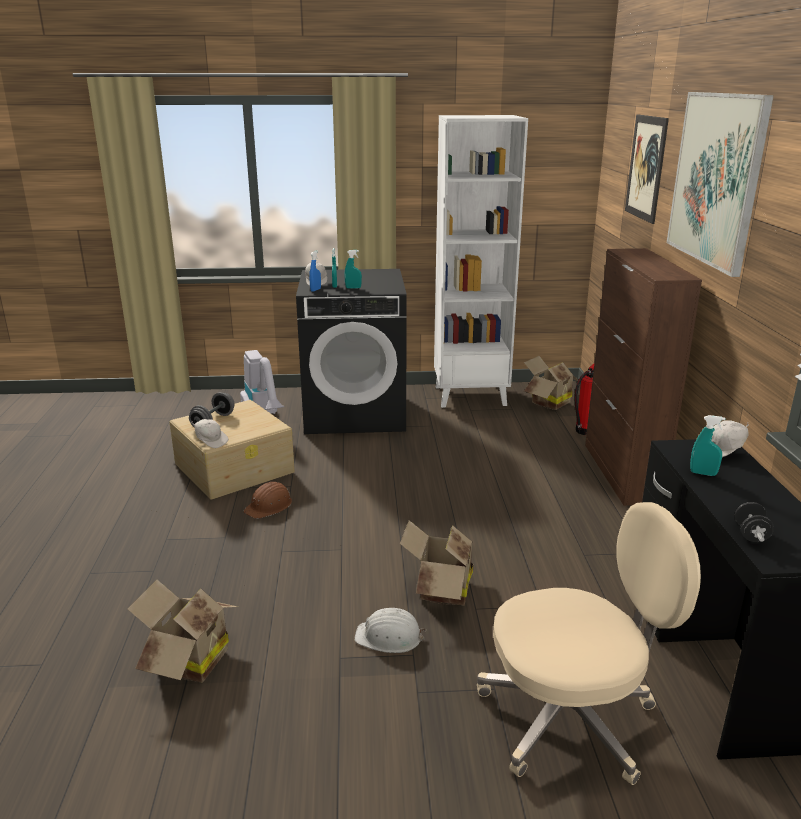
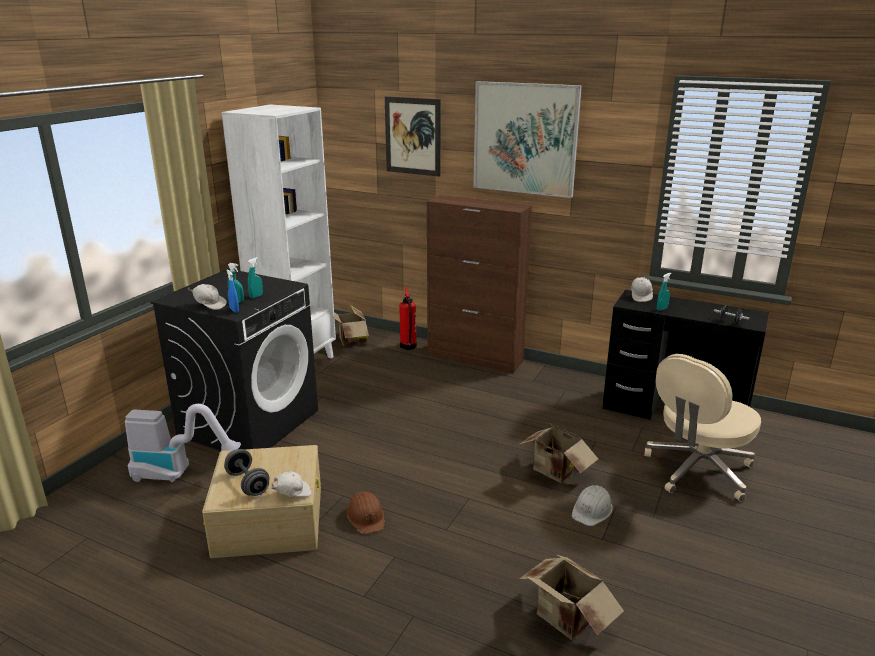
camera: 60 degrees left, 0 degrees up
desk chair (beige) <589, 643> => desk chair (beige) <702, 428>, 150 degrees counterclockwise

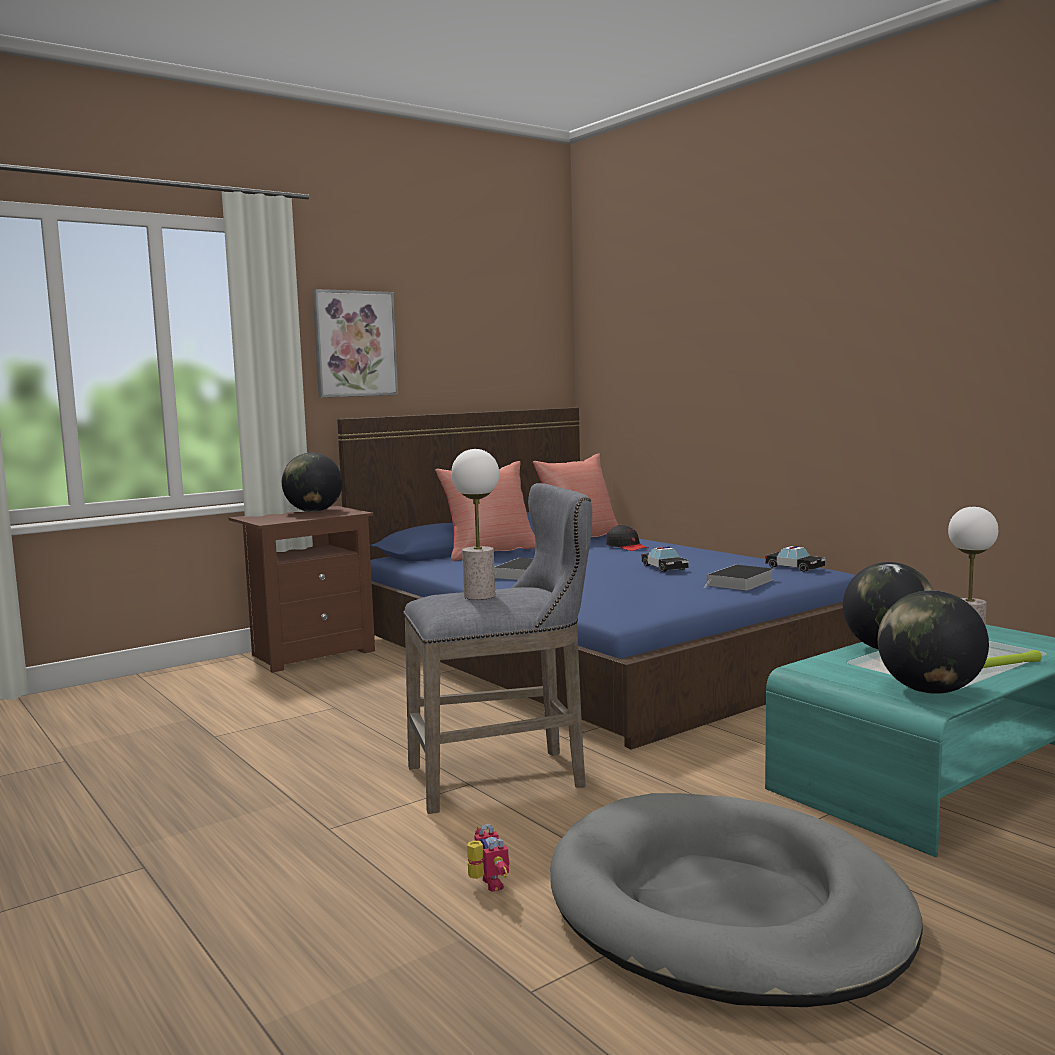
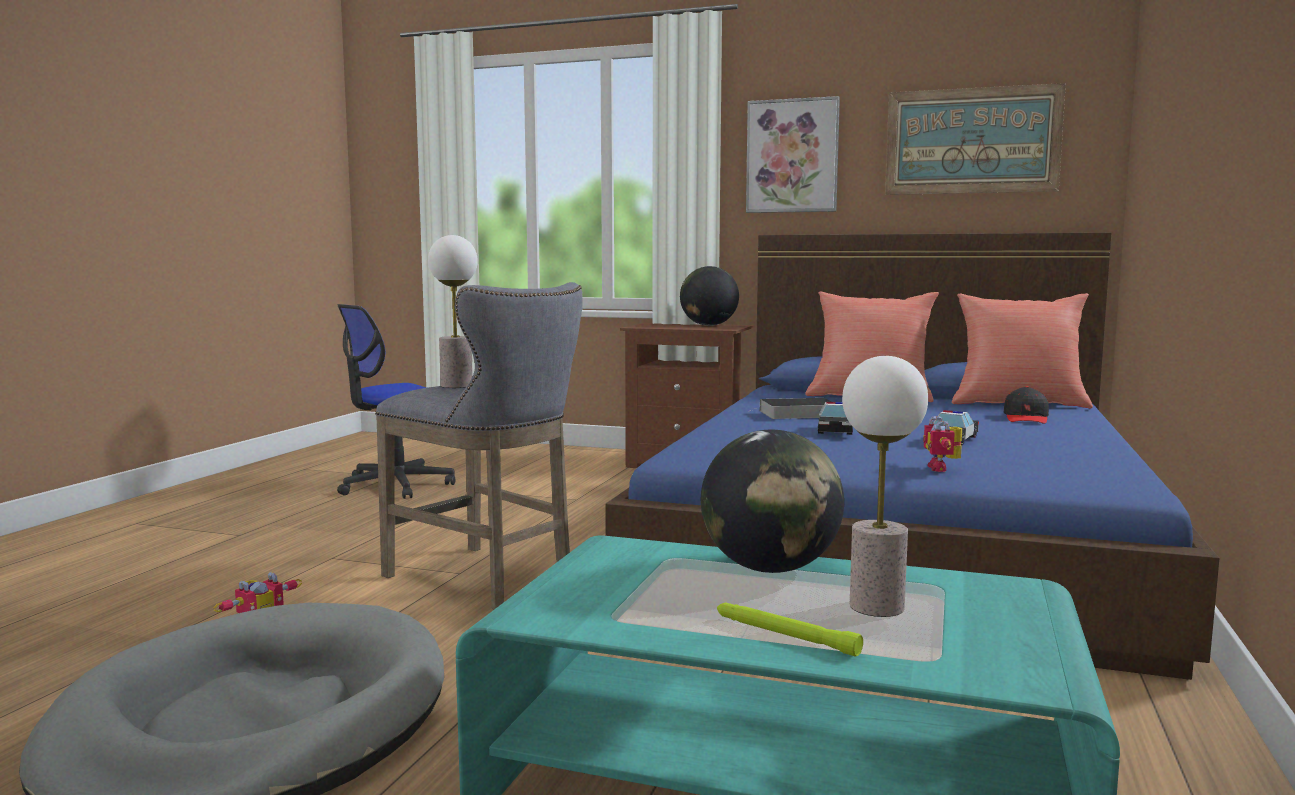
camera: 55 degrees right, 0 degrees up
volume <738, 578> => toy robot <942, 444>
model car <795, 559> => model car <835, 418>, moved
world globe <933, 642> => nothing
nothing => desk chair <396, 401>
nothing => wall art <975, 139>

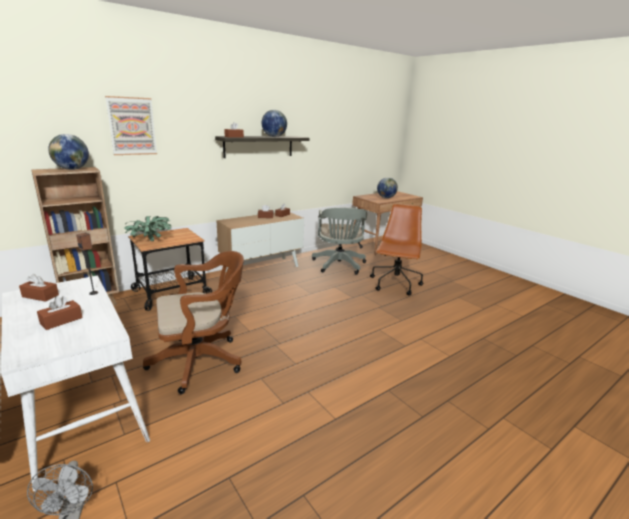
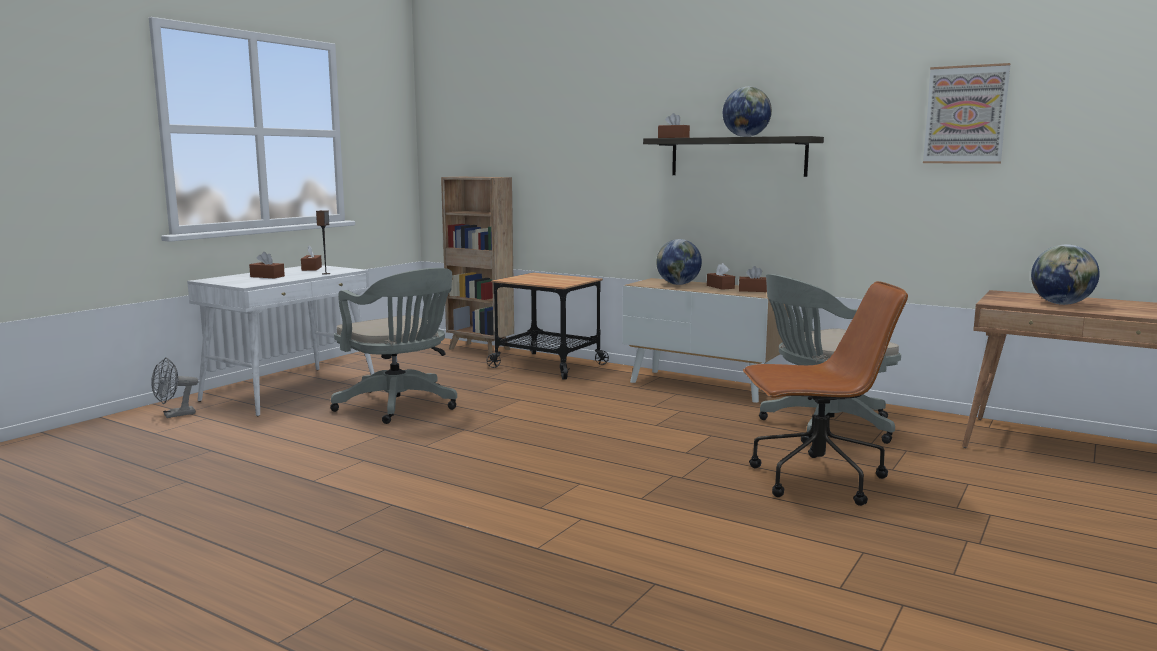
camera: 70 degrees right, 10 degrees down
world globe <68, 152> => world globe <679, 262>, moved
wall art <131, 125> => wall art <967, 113>, moved
potted plant <147, 228> => nothing
desk chair (brownish) <193, 322> => desk chair (grey) <393, 346>

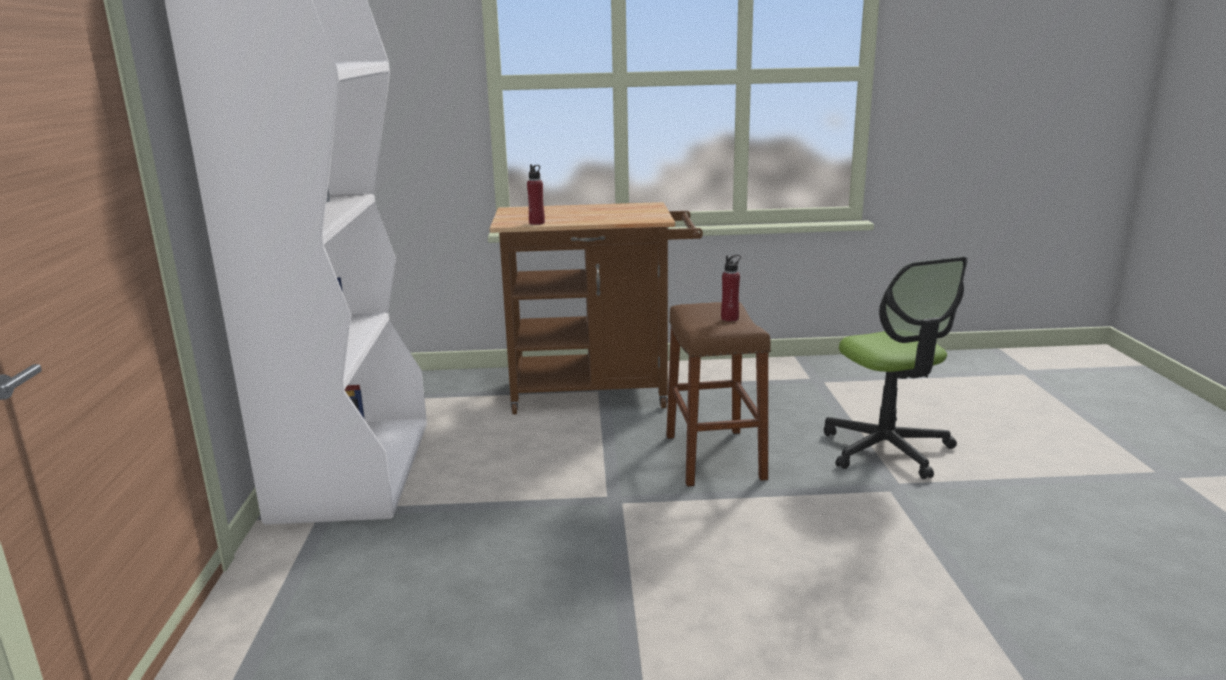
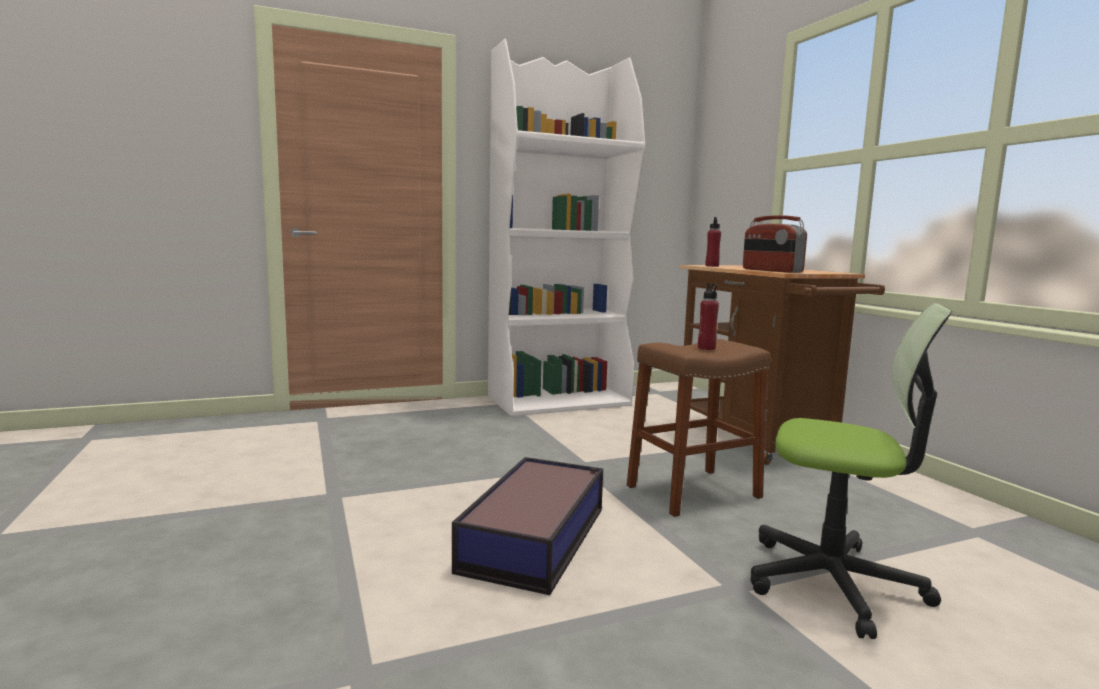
camera: 70 degrees right, 10 degrees down
desk chair <896, 368> => desk chair <851, 471>, 120 degrees counterclockwise
nothing => storage container <527, 526>
nothing => radio receiver <775, 244>

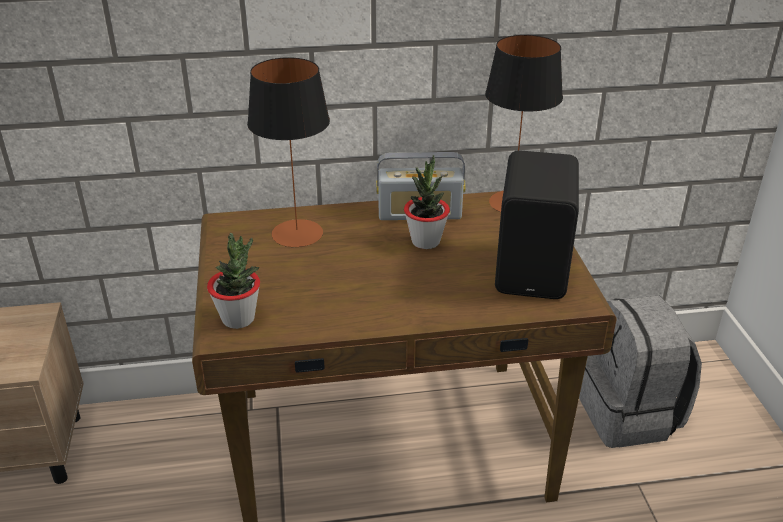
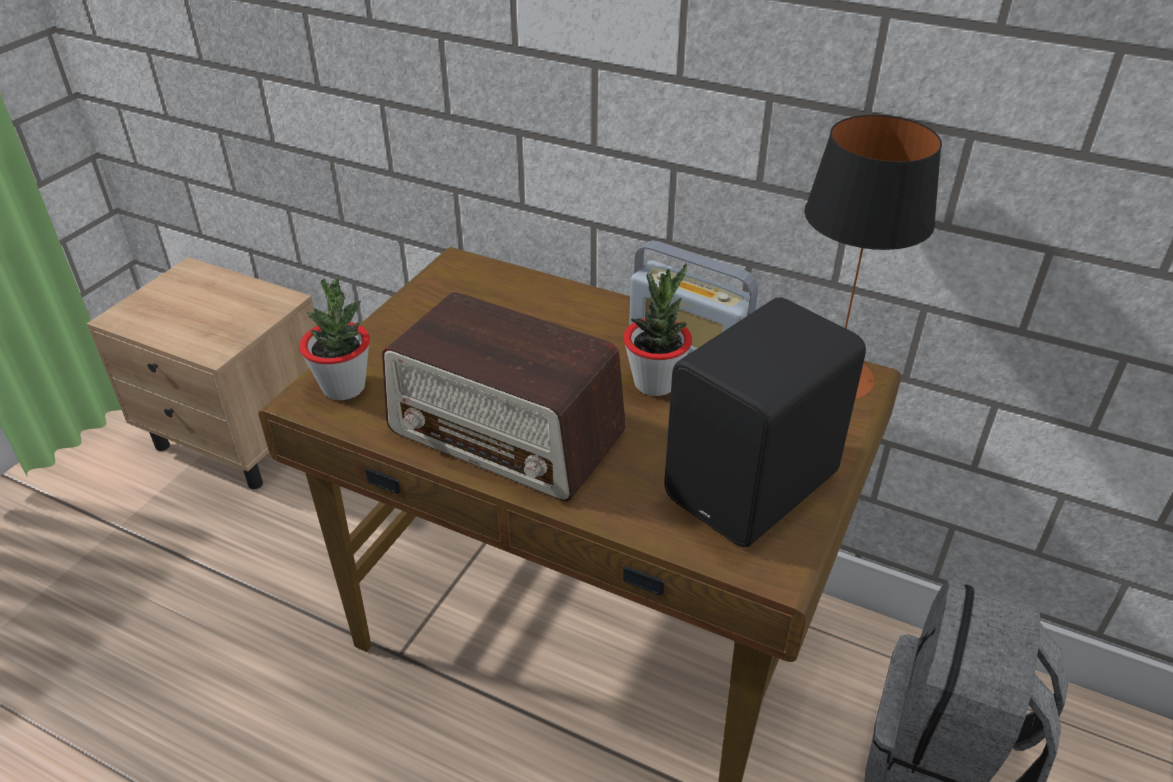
camera: 35 degrees right, 5 degrees up
lamp for a table <288, 152> => nothing
nothing => radio receiver <504, 396>

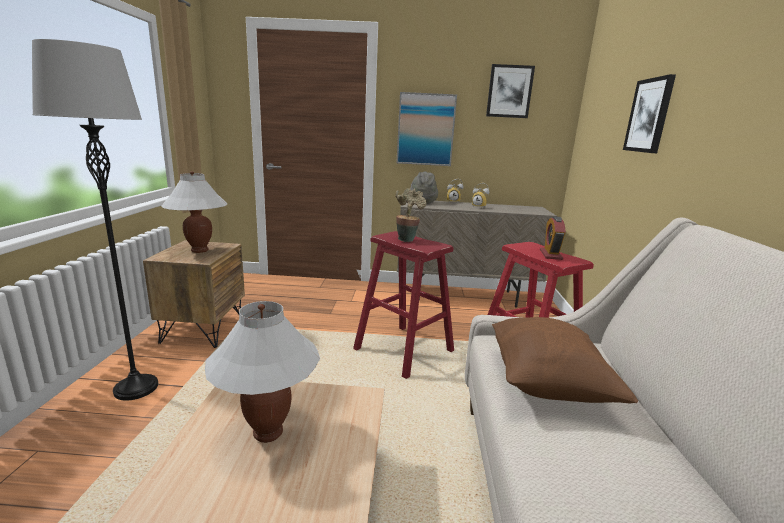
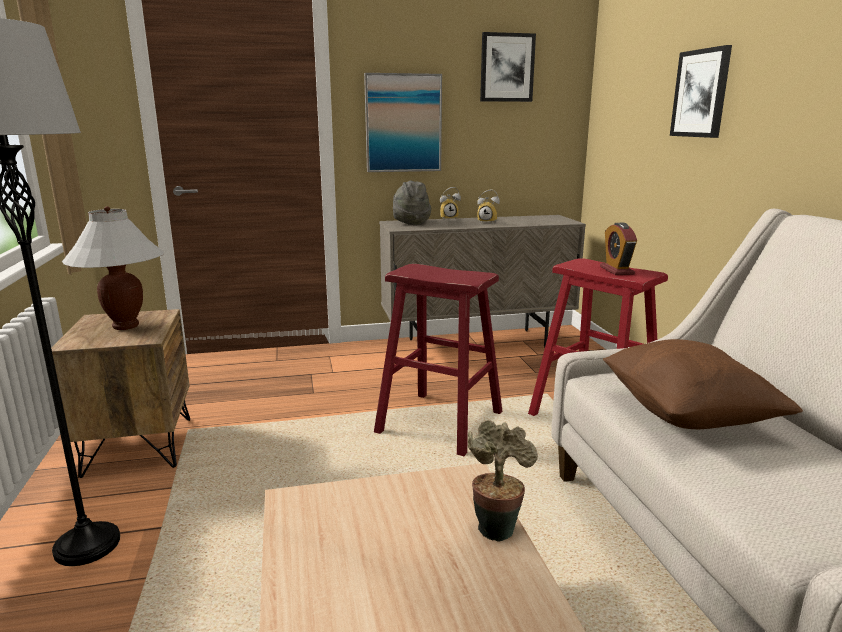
camera: 15 degrees left, 0 degrees up
lamp for a table (white) <262, 372> => nothing
potted plant <410, 215> => potted plant <503, 481>, moved

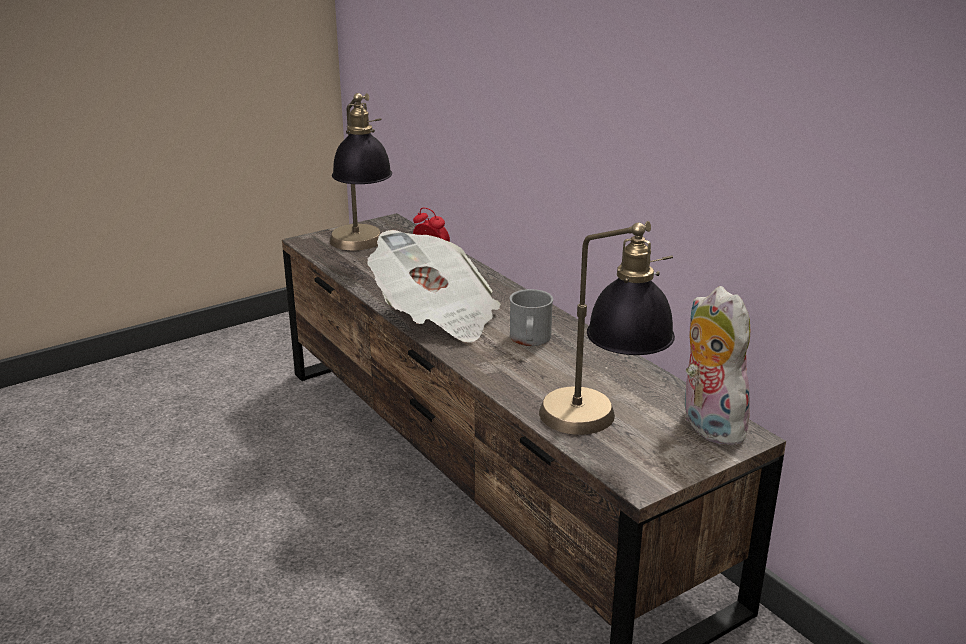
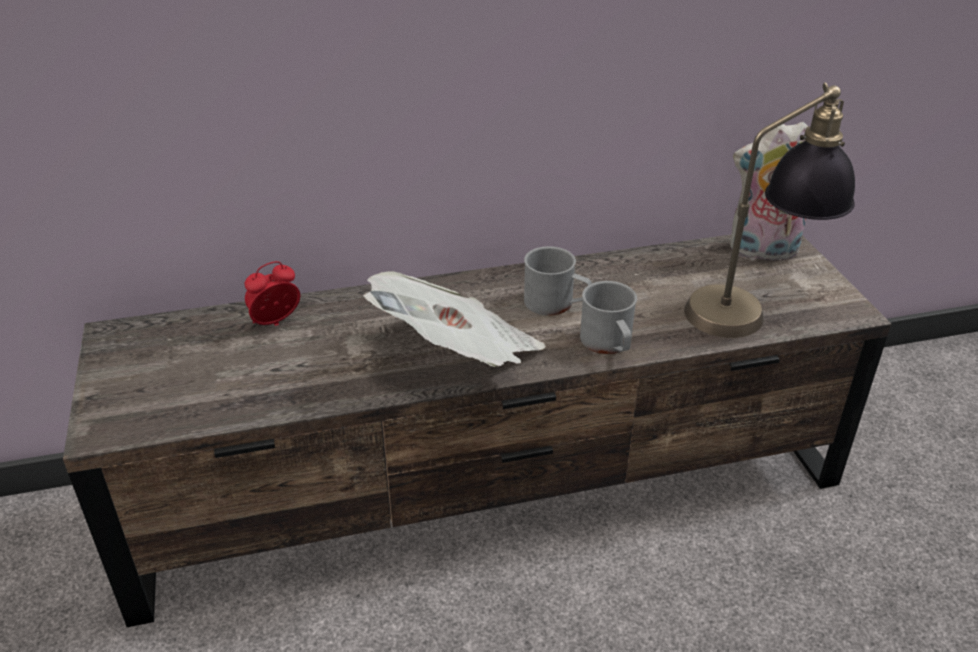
camera: 70 degrees left, 10 degrees up
lamp for a table <360, 171> => nothing
nothing => mug (grey) <608, 317>

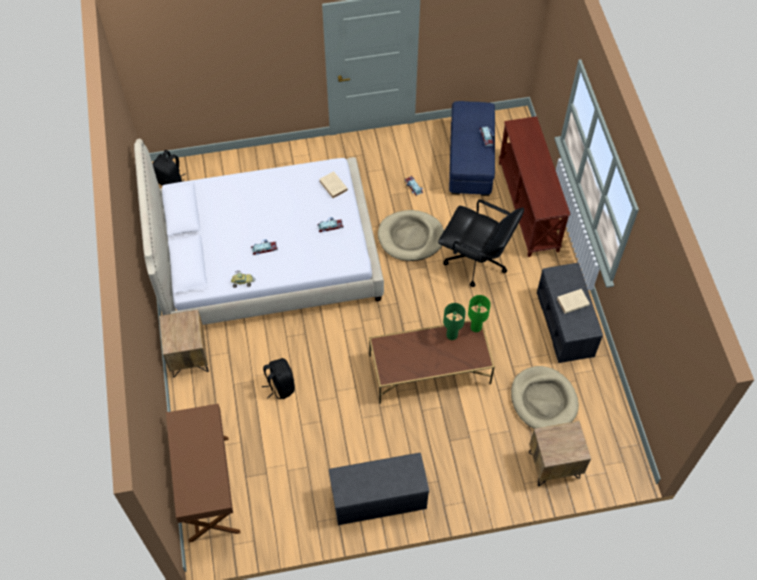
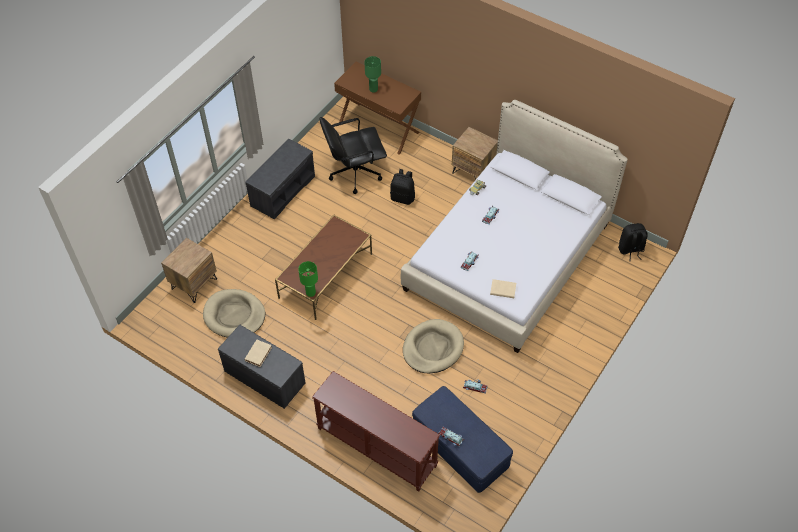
camera: 135 degrees right, 5 degrees down
desk chair (black) <481, 243> => desk chair (black) <353, 155>, moved
lamp for a table (greenish) <454, 321> => lamp for a table (greenish) <373, 74>, moved

